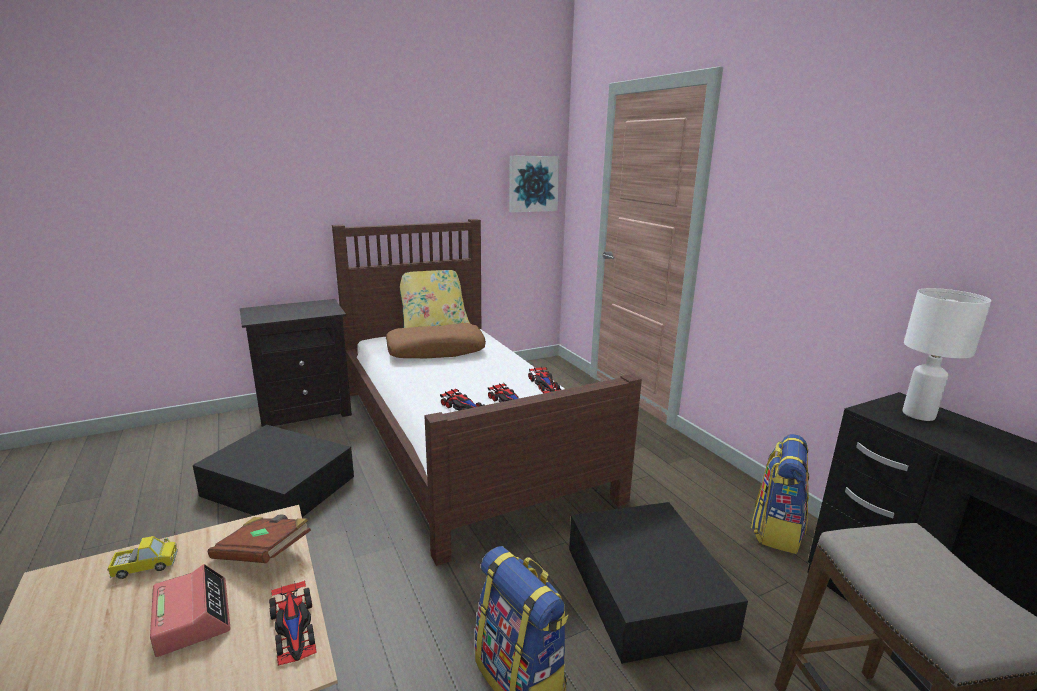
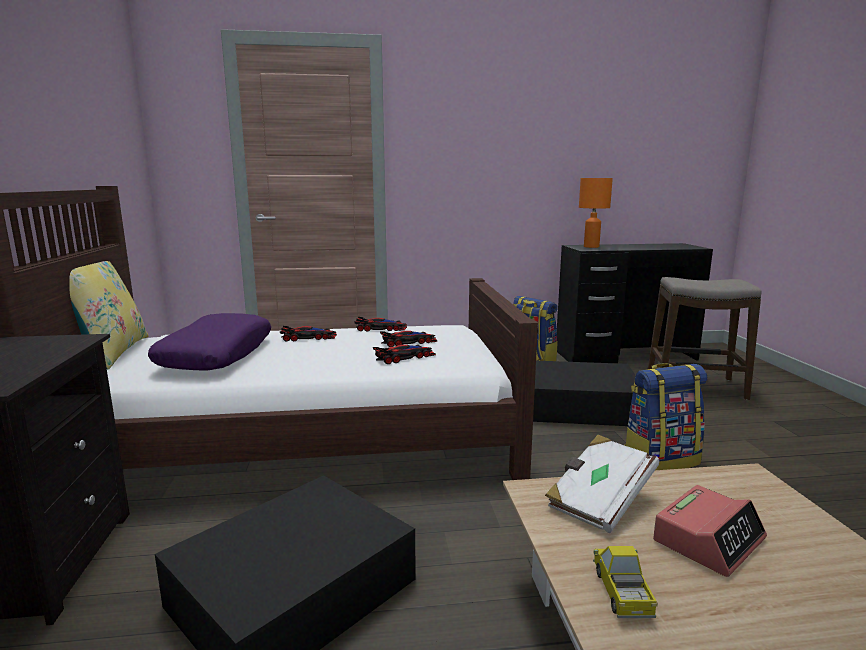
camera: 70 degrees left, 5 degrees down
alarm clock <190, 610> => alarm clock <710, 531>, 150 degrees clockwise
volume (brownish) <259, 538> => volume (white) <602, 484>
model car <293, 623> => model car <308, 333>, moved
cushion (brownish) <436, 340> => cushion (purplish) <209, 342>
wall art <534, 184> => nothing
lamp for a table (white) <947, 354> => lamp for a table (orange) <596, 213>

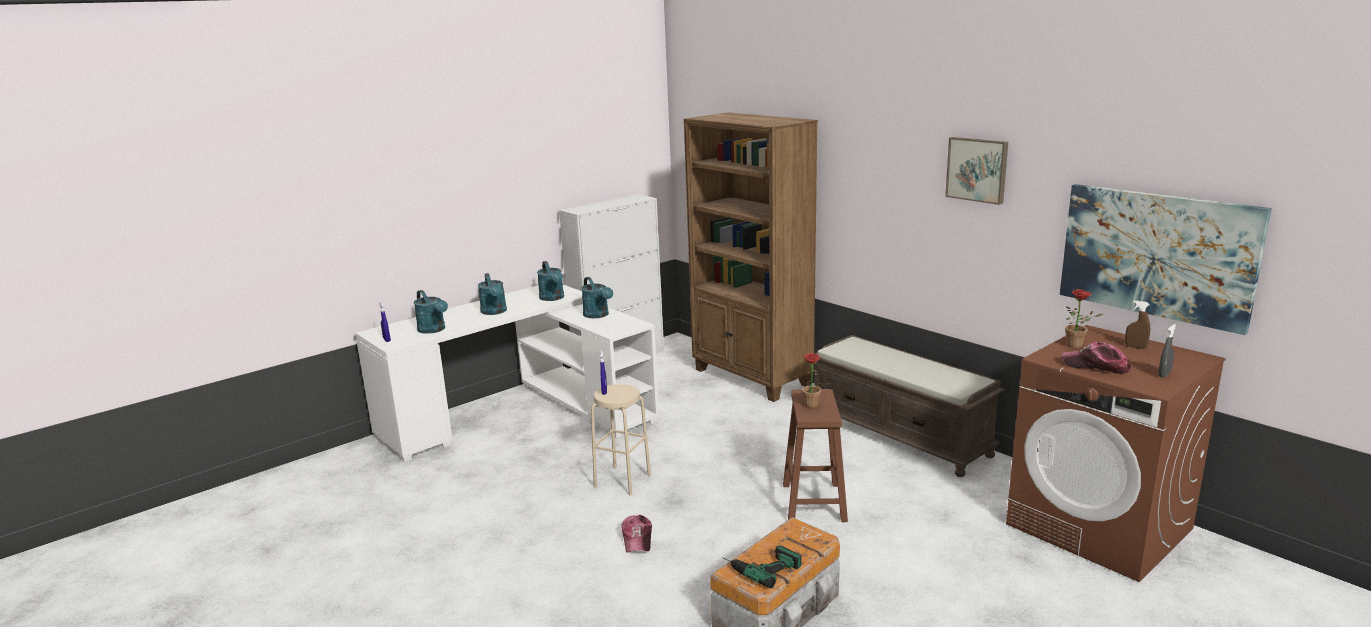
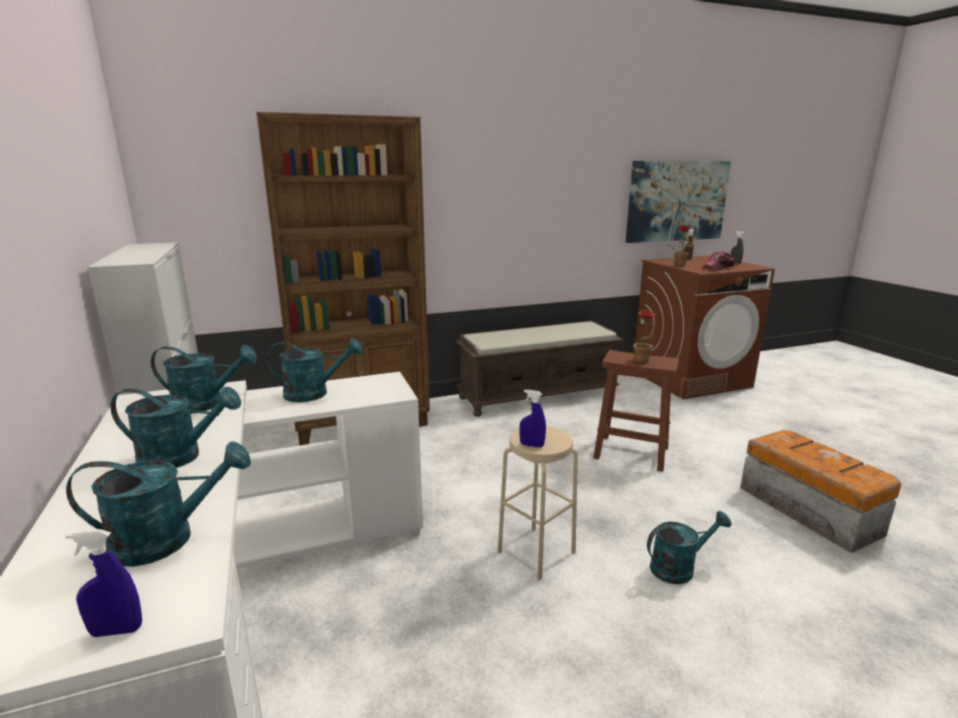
camera: 70 degrees left, 0 degrees up
peaked cap <637, 534> => watering can (turquoise-coloured) <689, 547>
power drill <762, 567> => nothing
wall art <976, 171> => nothing

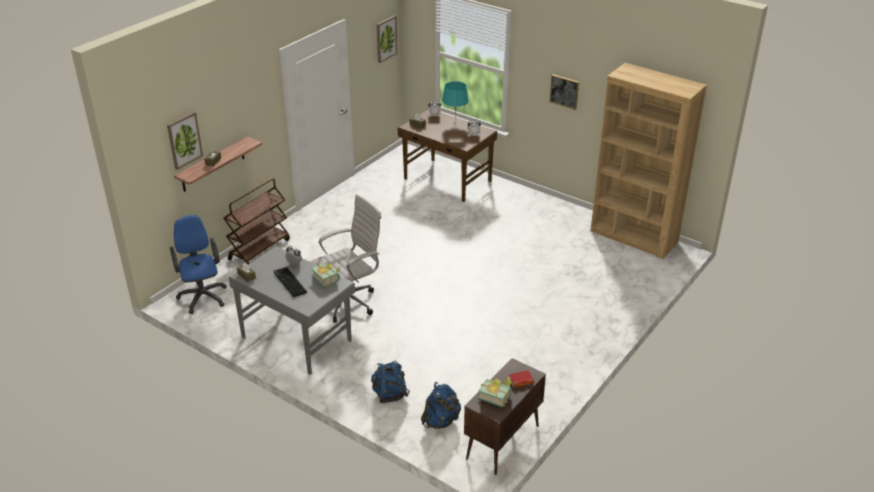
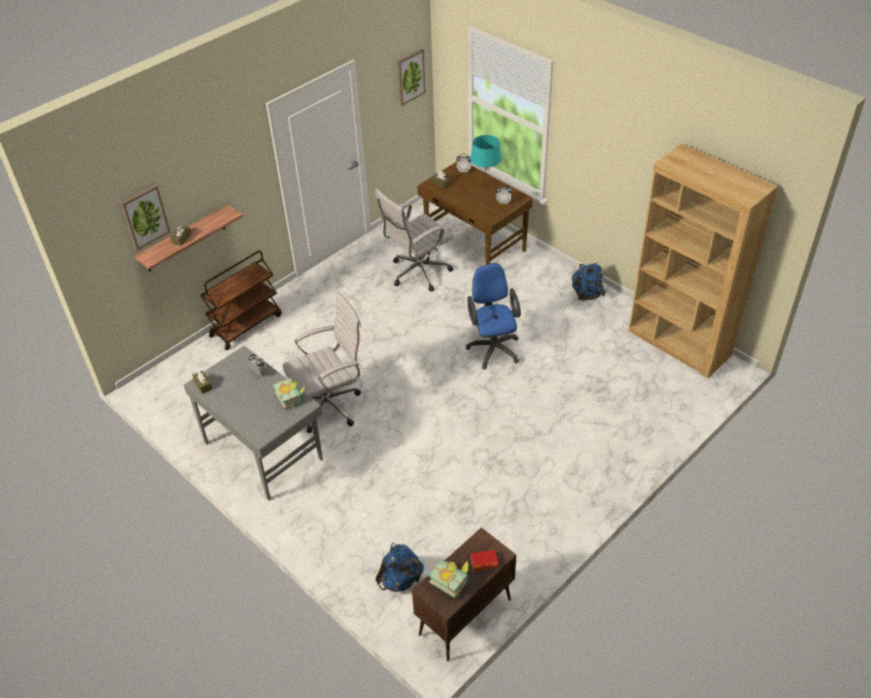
camera: 10 degrees right, 10 degrees up
desk chair (blue) <198, 264> => desk chair (blue) <493, 316>, moved
PC keyboard <290, 282> => nothing
knapsack (blue) <390, 382> => knapsack (blue) <589, 282>, moved
wall art <564, 92> => nothing
nothing => desk chair (white) <414, 240>

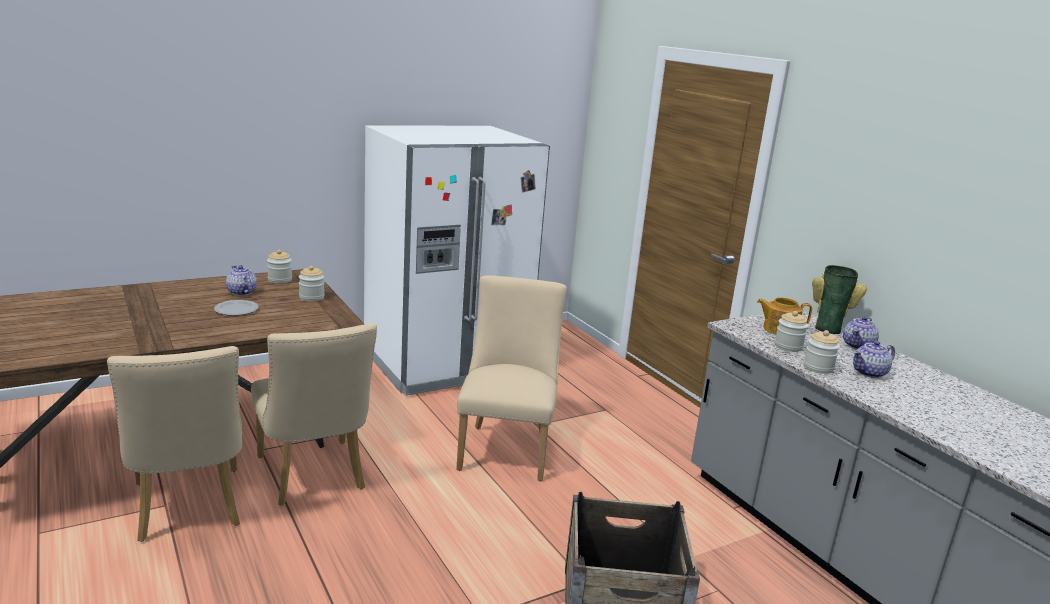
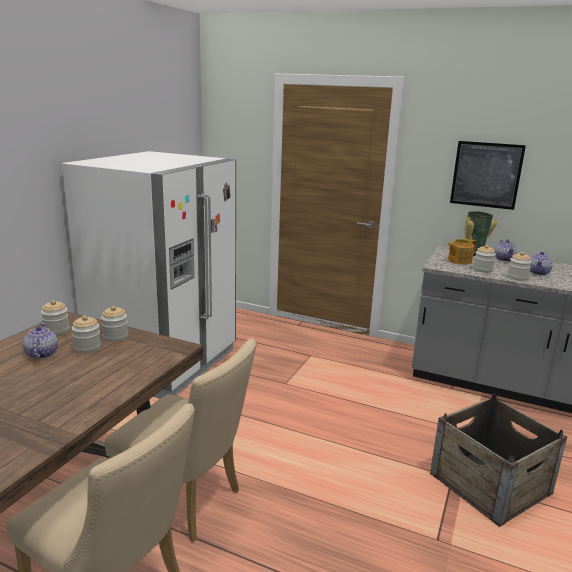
camera: 35 degrees left, 0 degrees up
dinner plate <236, 308> => nothing
tea pot <241, 280> => tea pot <40, 341>, 60 degrees clockwise
upright chair (beige) <511, 378> => nothing
nothing => jar <86, 334>
nothing => wall art <488, 175>

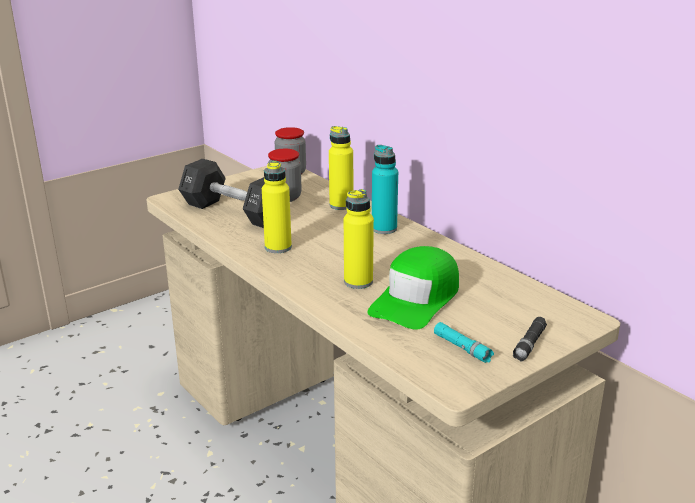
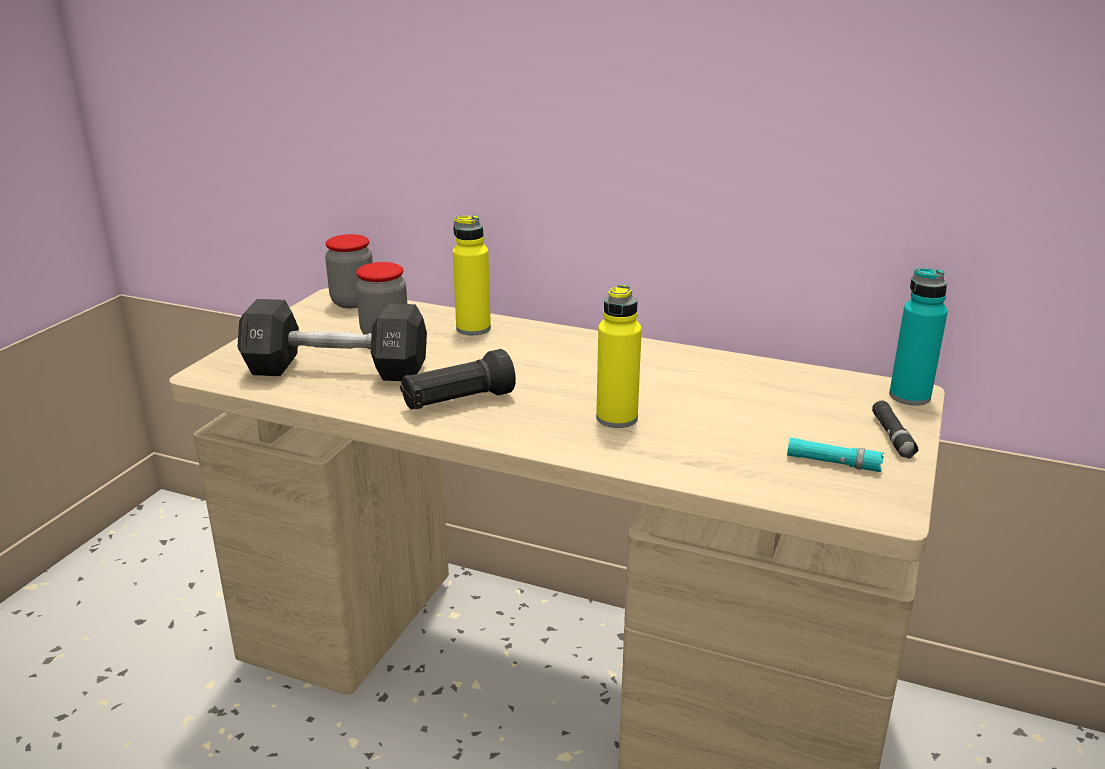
camera: 30 degrees left, 0 degrees up
bottle (yellow) <277, 207> => torch (black) <458, 379>
peaked cap (greenish) <413, 288> => nothing
bottle (turquoise-coloured) <385, 189> => bottle (turquoise-coloured) <918, 337>, moved

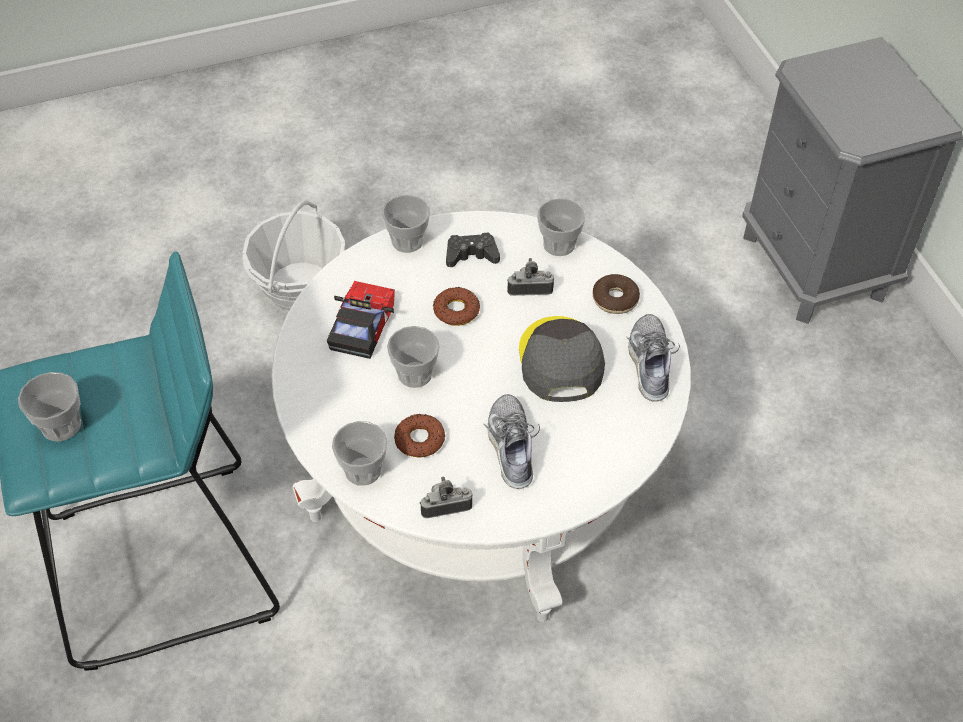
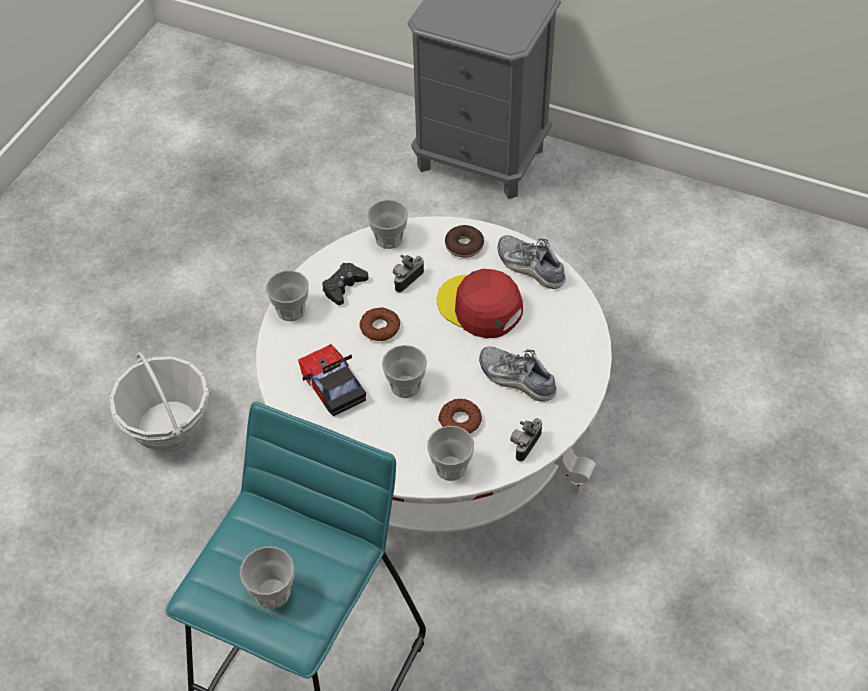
camera: 45 degrees left, 0 degrees up
peaked cap (grey) <562, 359> => peaked cap (reddish) <480, 303>

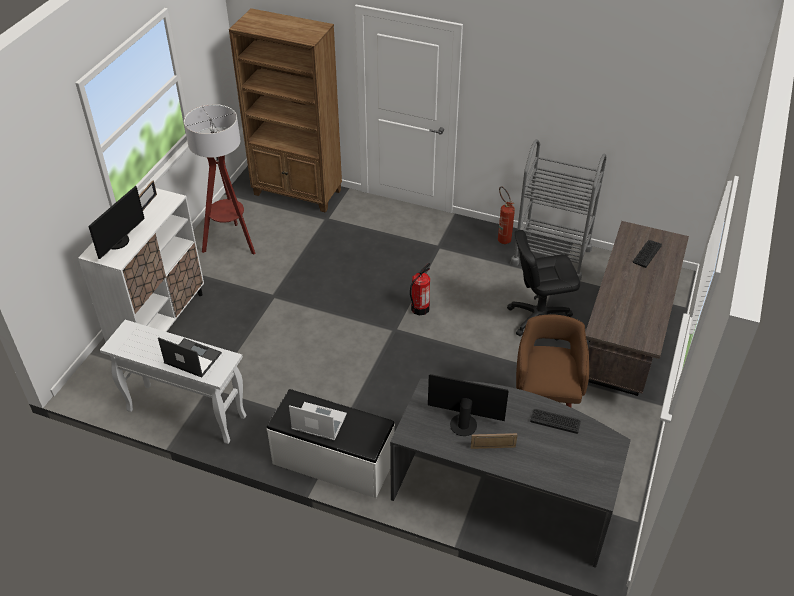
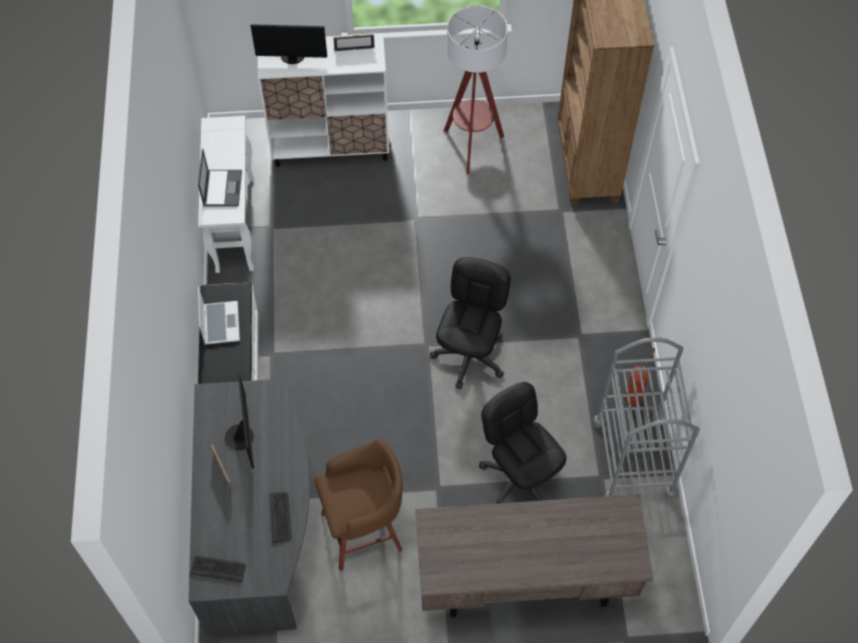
camera: 65 degrees right, 15 degrees up
fire extinguisher <420, 289> => desk chair (black) <470, 323>
PC keyboard <647, 254> => PC keyboard <218, 569>, moved

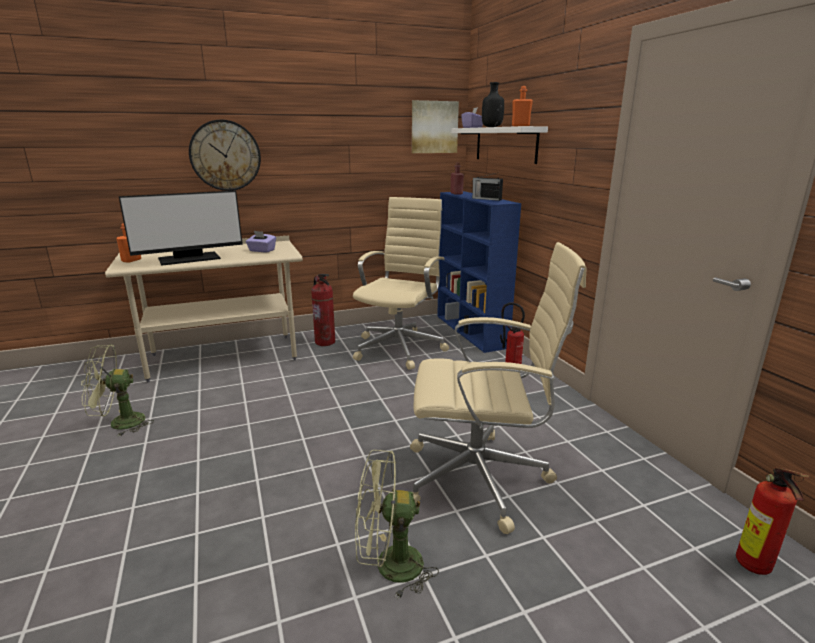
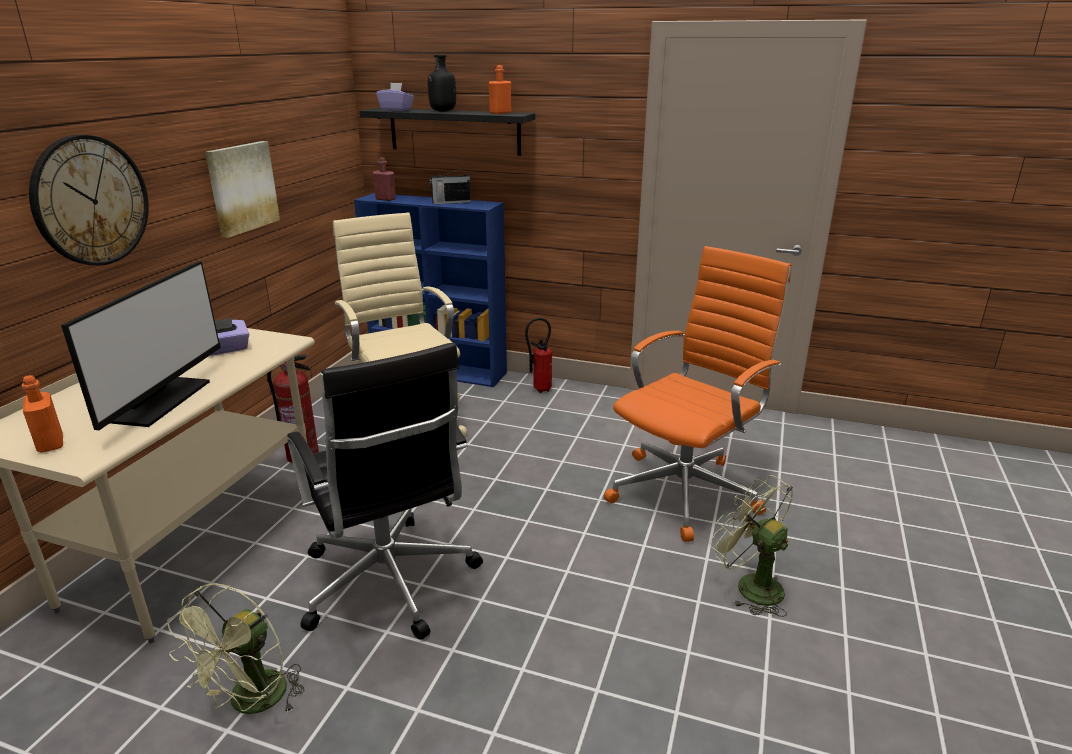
camera: 50 degrees left, 5 degrees up
electric fan (greenish) <397, 524> => electric fan (greenish) <751, 546>, 105 degrees clockwise
desk chair (beige) <498, 388> => desk chair (orange) <697, 394>
wall art <435, 126> => wall art <242, 189>, moved
shelf (white) <499, 145> => shelf (black) <447, 132>
fire extinguisher <772, 521> => nothing
nothing => desk chair (black) <385, 490>

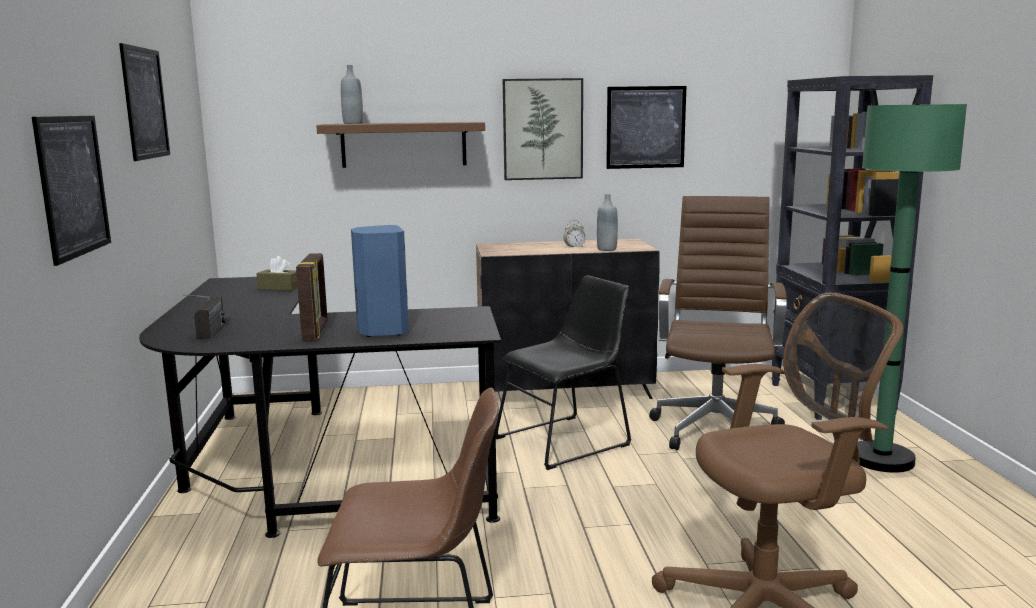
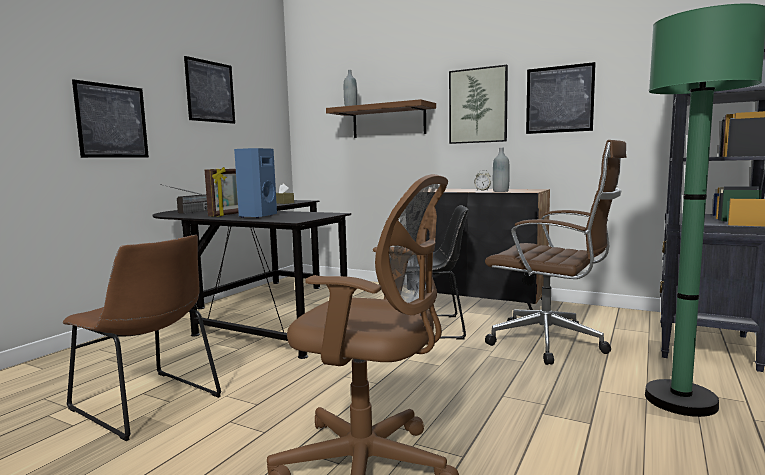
camera: 35 degrees right, 5 degrees down
desk chair (brownish) <718, 323> => desk chair (brownish) <555, 252>, 75 degrees clockwise

